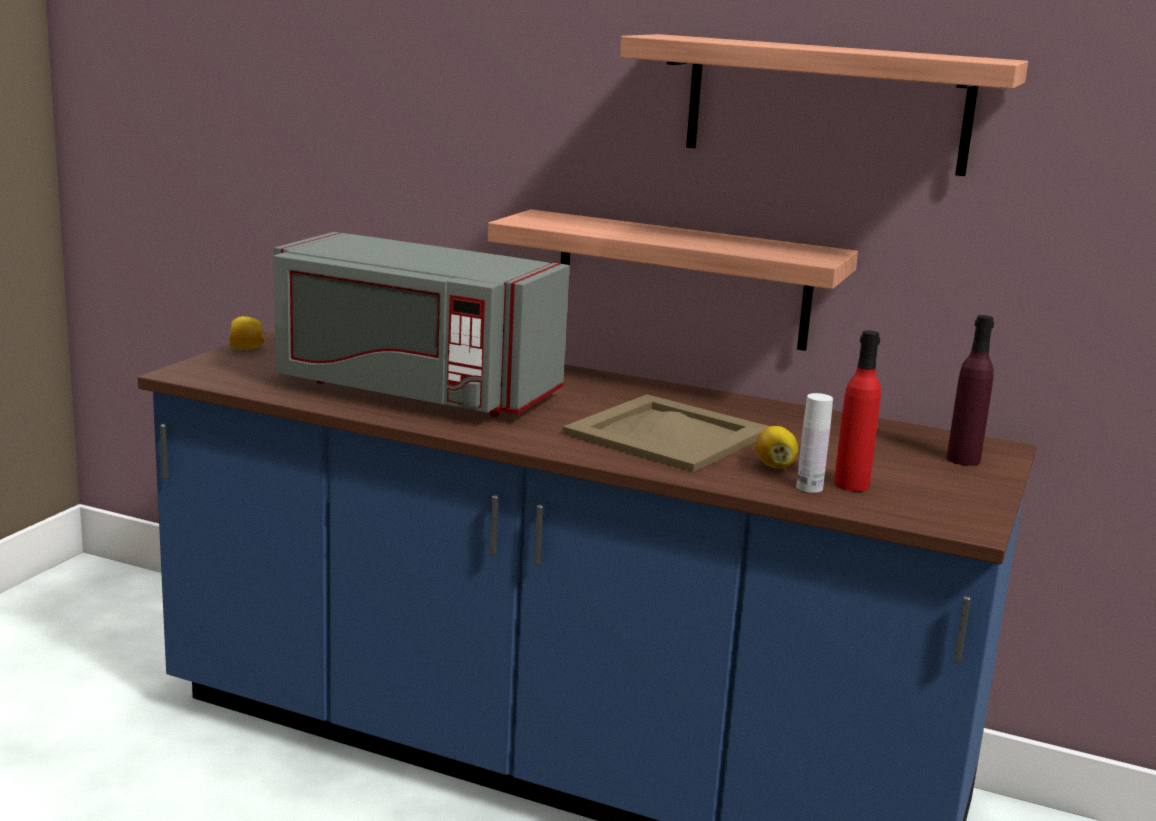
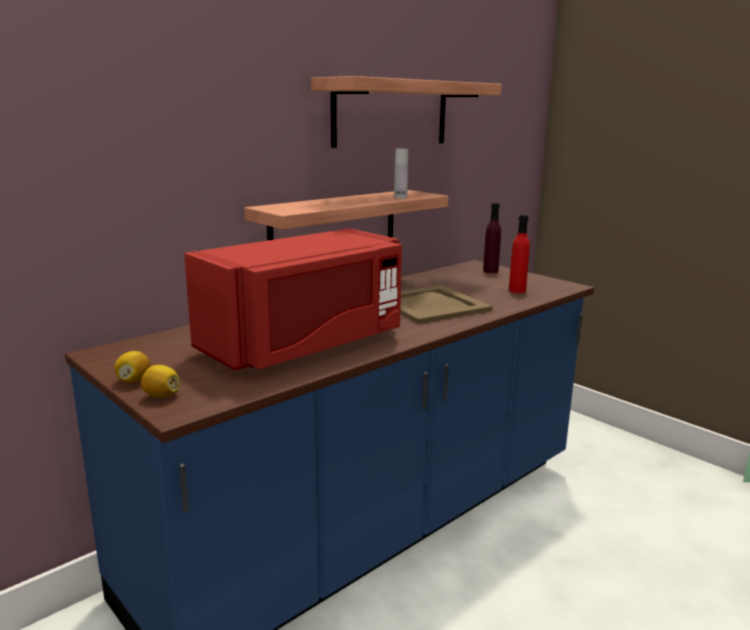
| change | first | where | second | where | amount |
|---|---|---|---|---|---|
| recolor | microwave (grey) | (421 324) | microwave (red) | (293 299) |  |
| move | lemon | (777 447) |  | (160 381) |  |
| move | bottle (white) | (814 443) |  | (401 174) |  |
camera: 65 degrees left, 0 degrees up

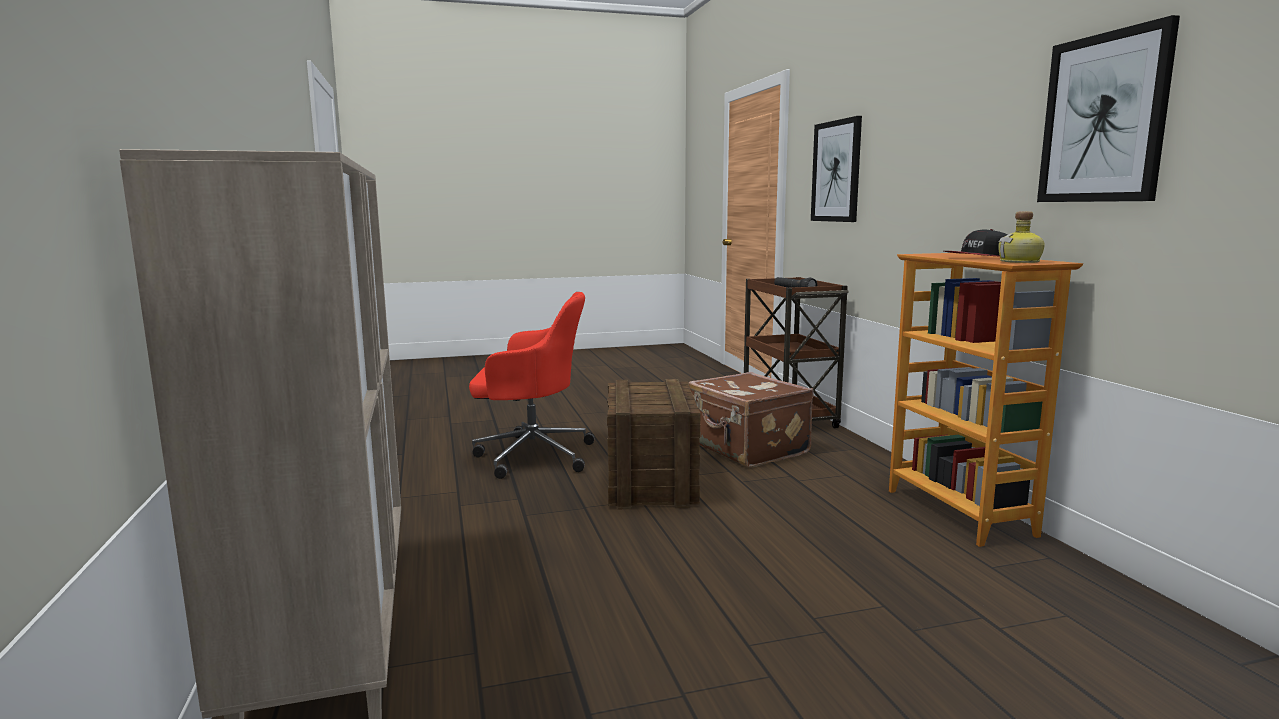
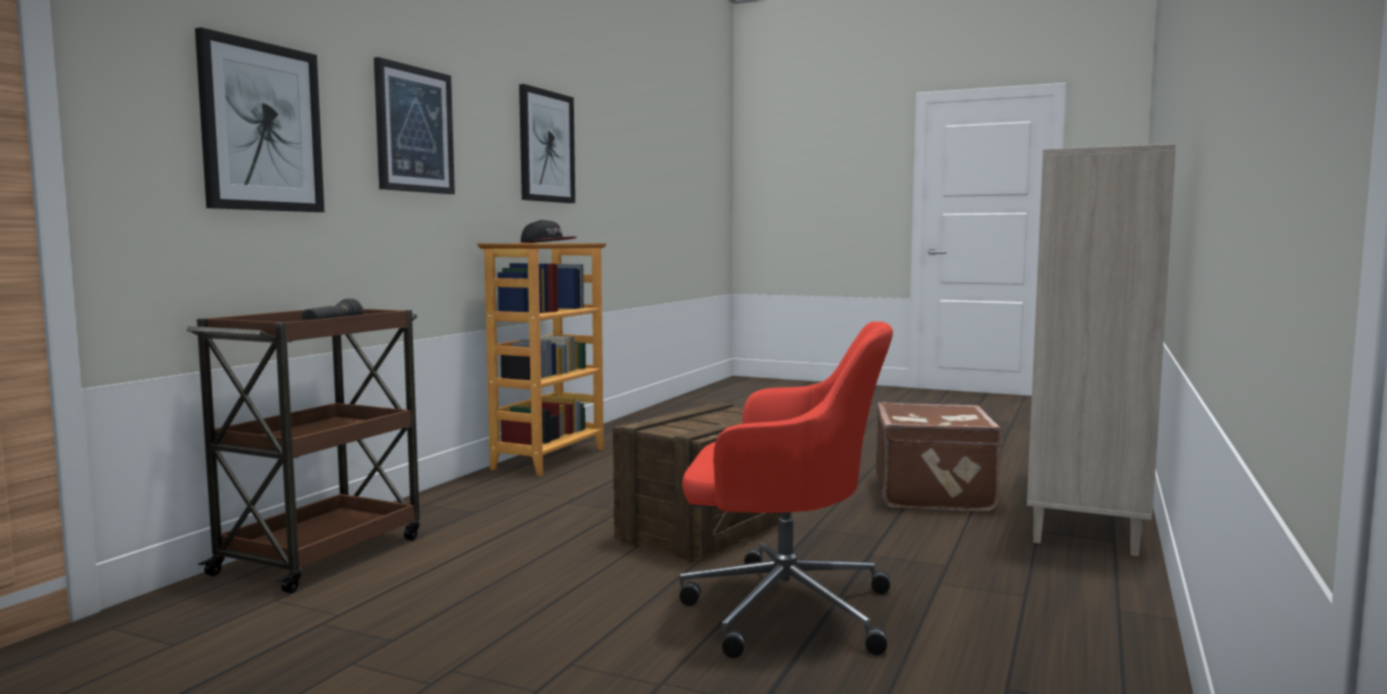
| change | first | where | second | where | amount |
|---|---|---|---|---|---|
| rotate | office chair (red) | (532 385) |  | (786 489) | 150 degrees clockwise |
| move | suitcase (brown) | (751 420) |  | (939 457) |  |
| delete | bottle | (1021 237) |  |  |  |
| insert |  |  | picture | (414 125) |  |
camera: 140 degrees left, 5 degrees down

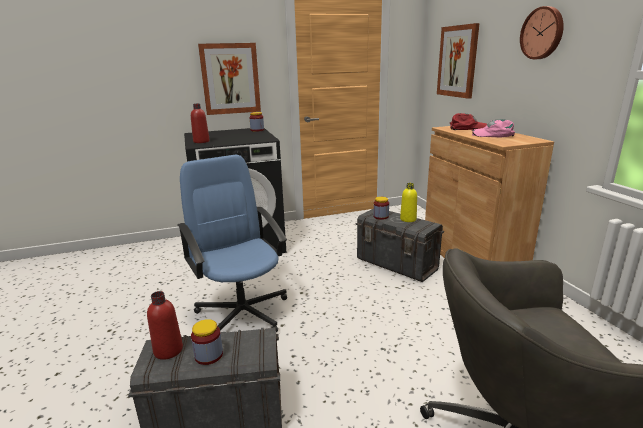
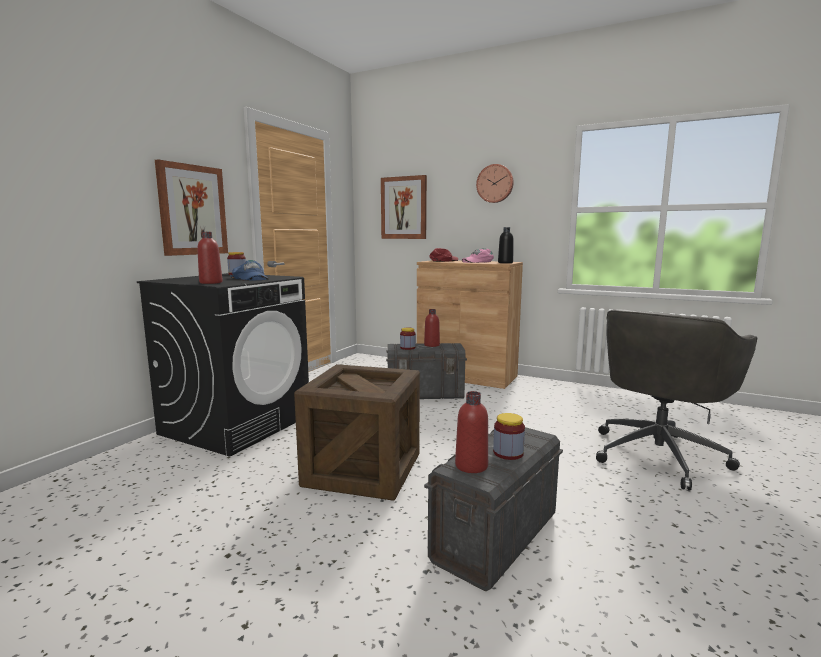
| change | first | where | second | where | amount |
|---|---|---|---|---|---|
| replace | office chair (blue) | (232 243) | crate | (357 432) |  |
| recolor | bottle (yellow) | (408 202) | bottle (red) | (432 328) |  |
| insert |  |  | cap (blue) | (249 270) |  |
| insert |  |  | bottle (black) | (505 245) |  |
camera: 45 degrees left, 10 degrees down

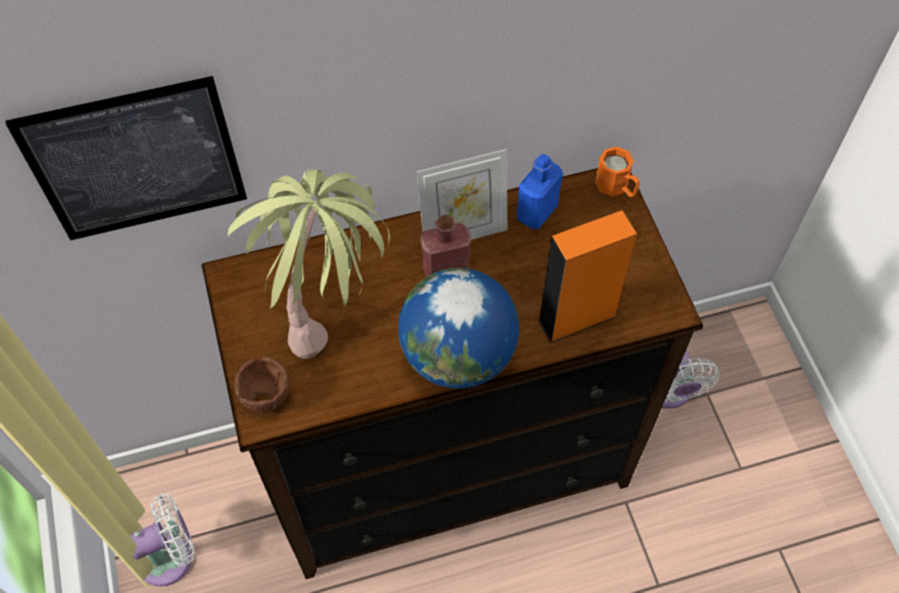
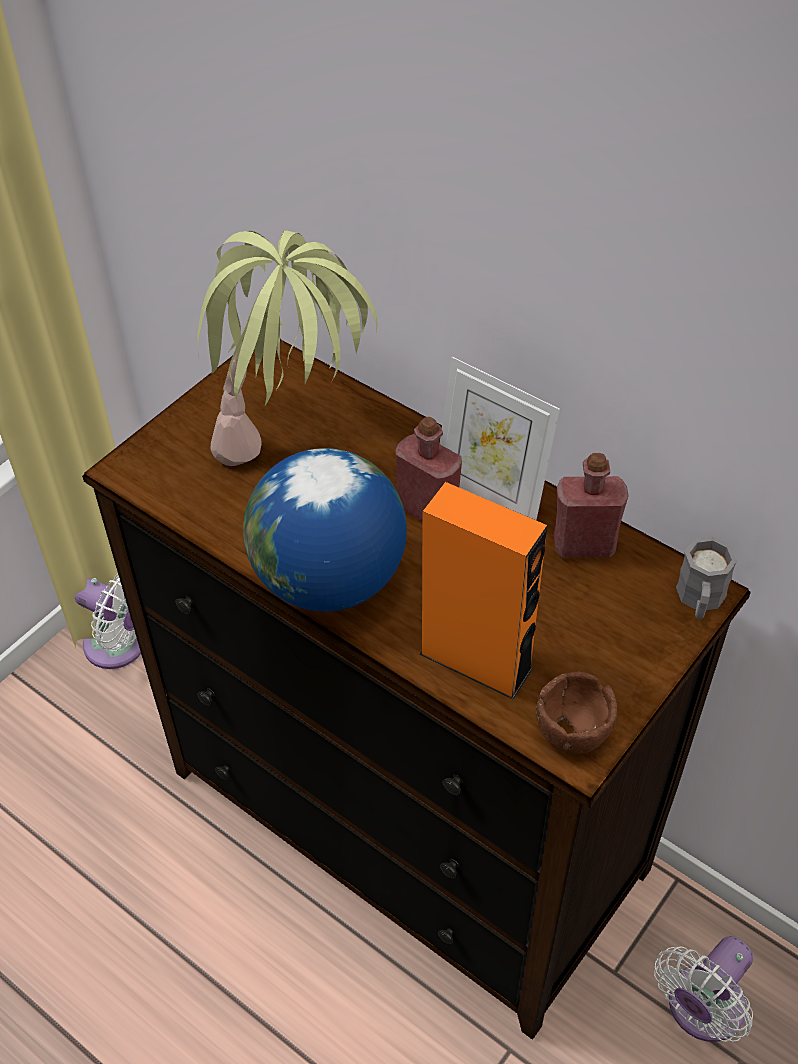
| change | first | where | second | where | amount |
|---|---|---|---|---|---|
| delete | picture | (126 158) |  |  |  |
| move | bowl (brown) | (262 385) |  | (576 713) |  |
| recolor | bottle (blue) | (540 191) | bottle (red) | (591 505) |  |
| recolor | mug (orange) | (617 172) | mug (grey) | (706 578) |  |
camera: 55 degrees right, 10 degrees down

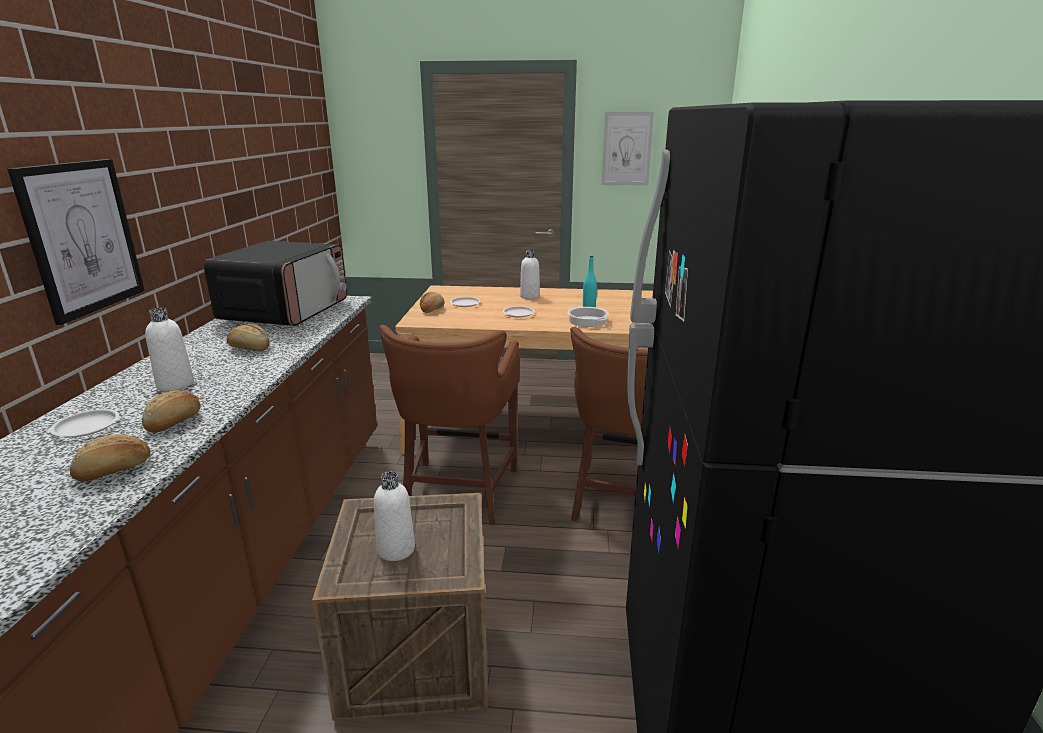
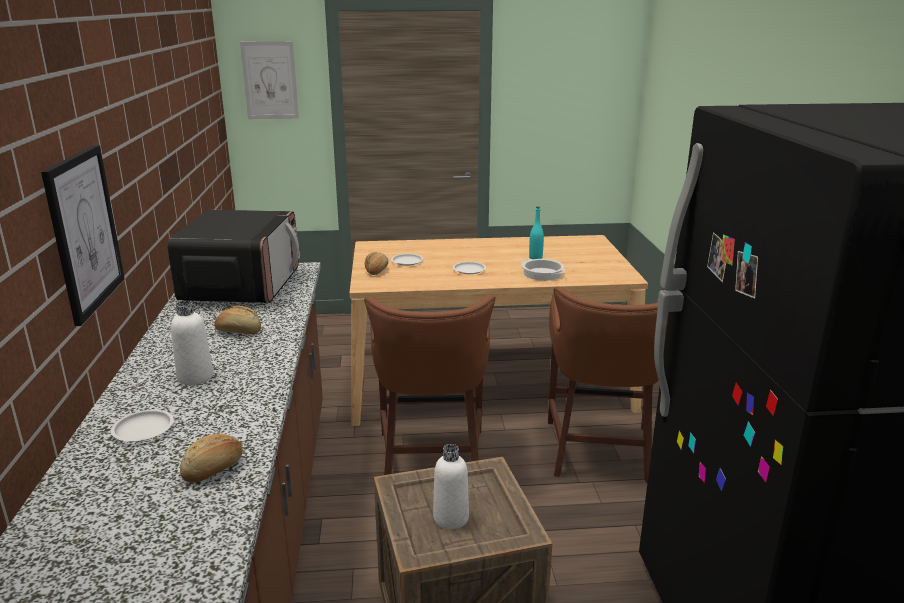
| change | first | where | second | where | amount |
|---|---|---|---|---|---|
| delete | bread | (171 412) |  |  |  |
| delete | bottle (white) | (530 274) |  |  |  |
| move | picture | (628 149) |  | (269 80) |  |
camera: 10 degrees left, 0 degrees up

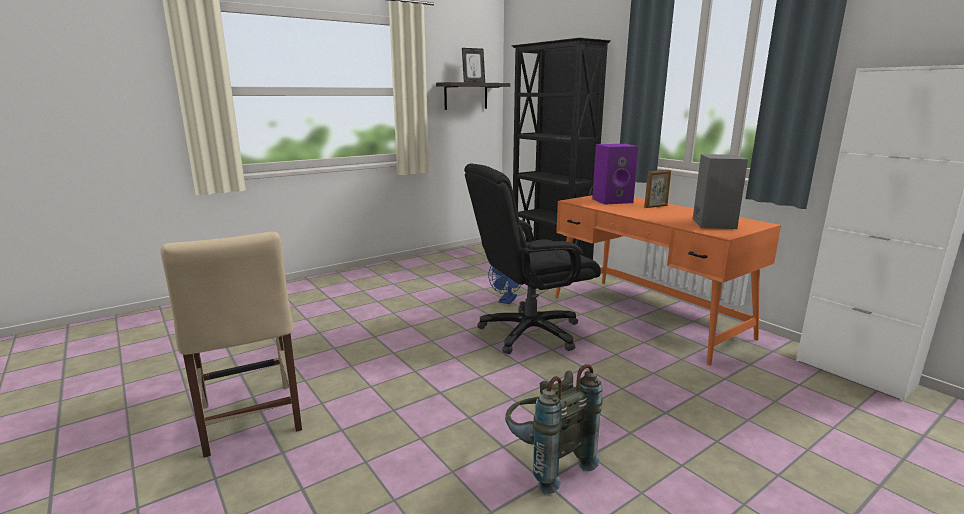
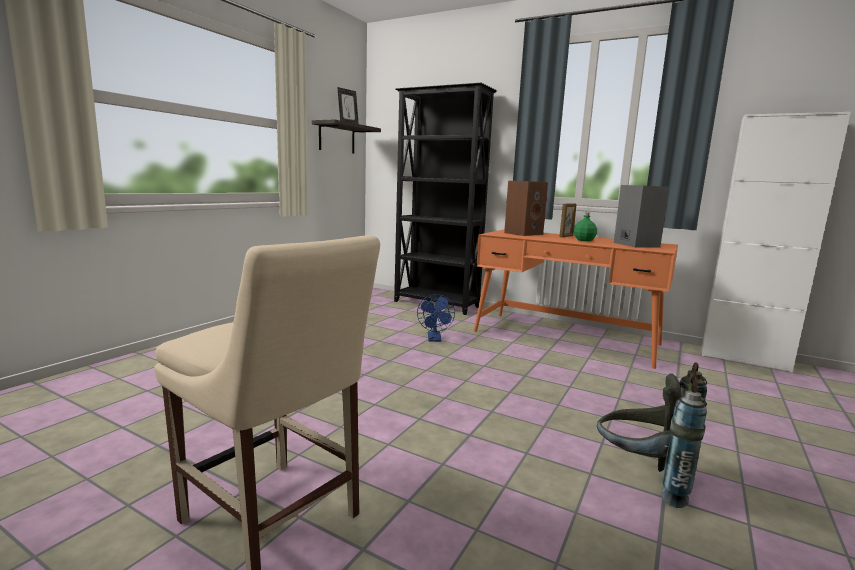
| change | first | where | second | where | amount |
|---|---|---|---|---|---|
| delete | office chair (black) | (532 259) |  |  |  |
| recolor | speaker (purple) | (615 174) | speaker (brown) | (526 208) |  |
| insert |  |  | bottle (green) | (585 226) |  |
camera: 25 degrees left, 5 degrees down

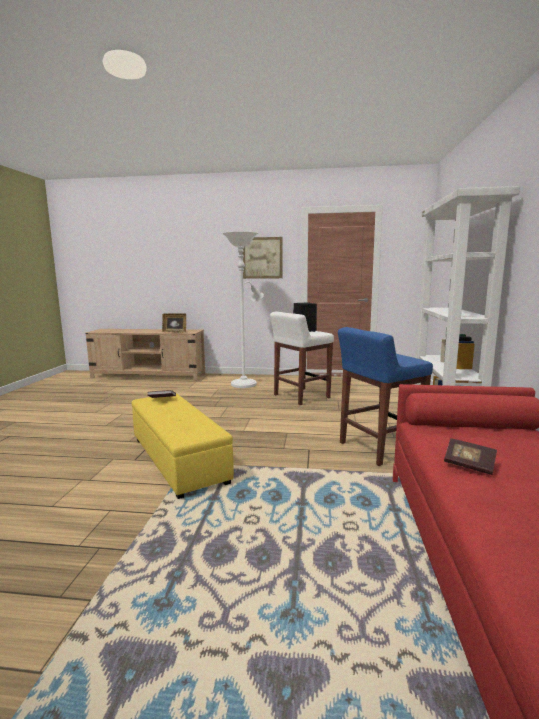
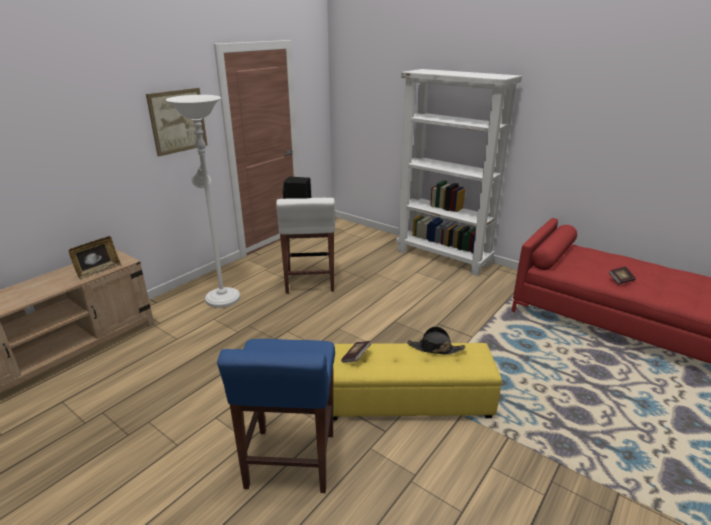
| change | first | where | second | where | amount |
|---|---|---|---|---|---|
| move | stool (blue) | (385 396) |  | (276 416) |  |
| insert |  |  | hat (black) | (436 340) |  |
camera: 60 degrees left, 15 degrees up

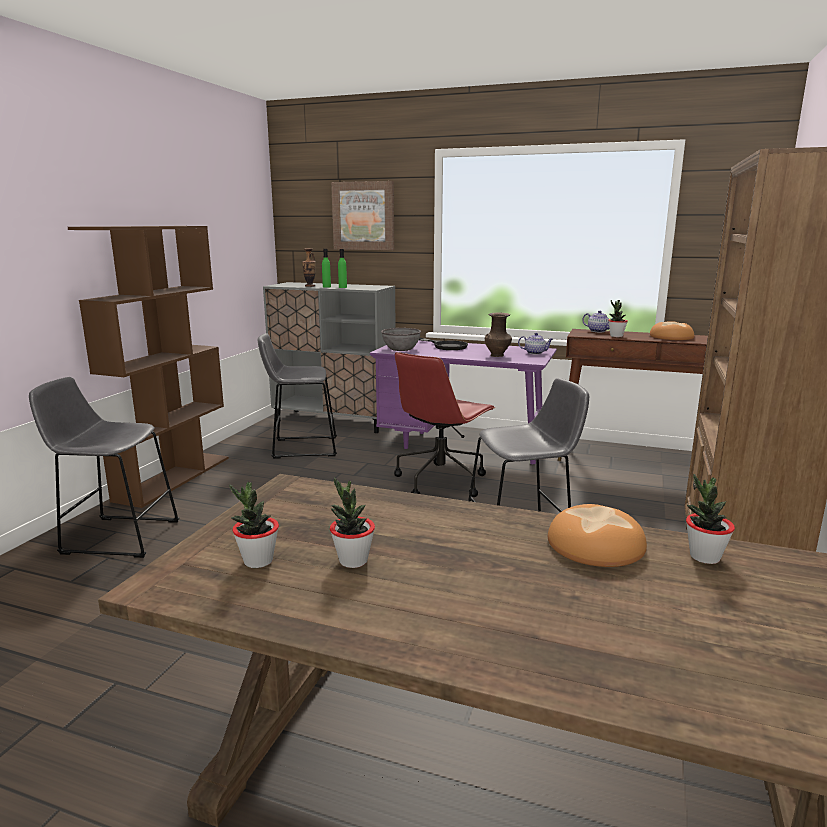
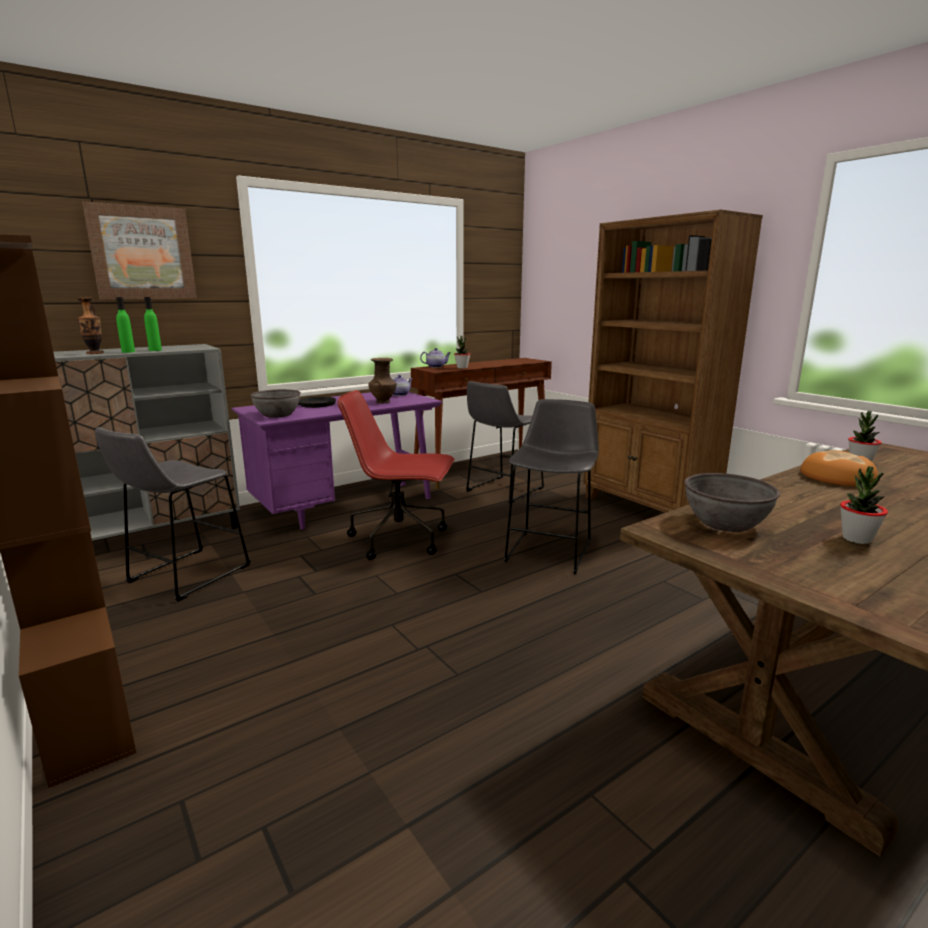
| change | first | where | second | where | amount |
|---|---|---|---|---|---|
| move | stool (grey) | (104 467) |  | (505 442) |  |
| delete | potted plant | (254 525) |  |  |  |
| rotate | office chair (red) | (444 424) |  | (396 475) | 120 degrees clockwise |
| delete | bread | (672 330) |  |  |  |
| insert |  |  | bowl (grey) | (732 502) |  |
camera: 55 degrees left, 0 degrees up

